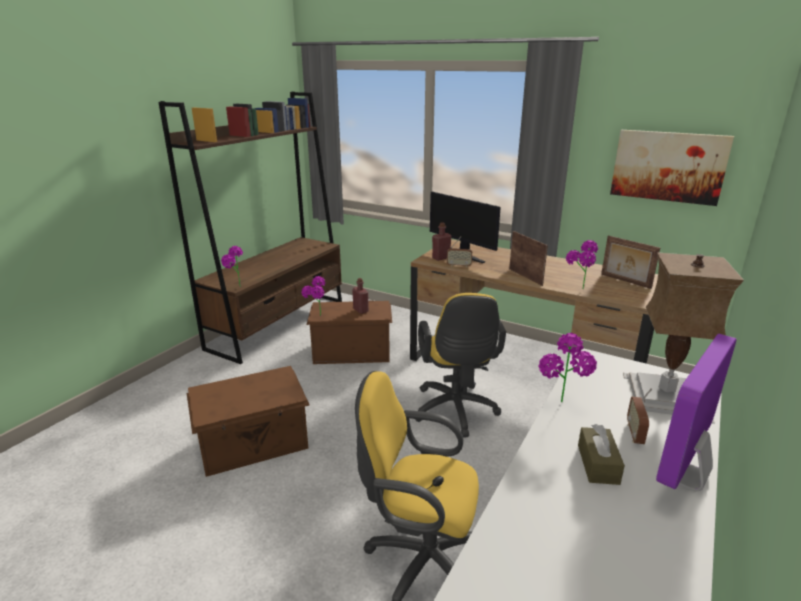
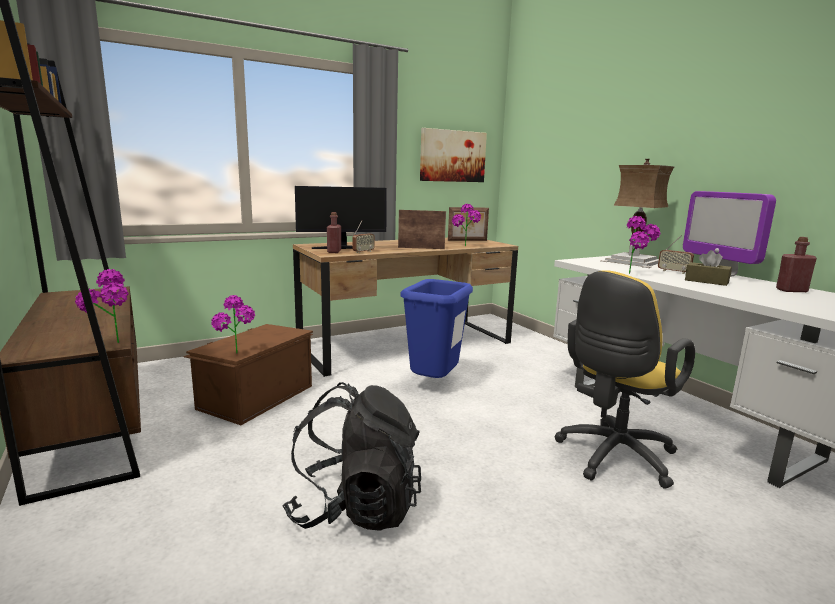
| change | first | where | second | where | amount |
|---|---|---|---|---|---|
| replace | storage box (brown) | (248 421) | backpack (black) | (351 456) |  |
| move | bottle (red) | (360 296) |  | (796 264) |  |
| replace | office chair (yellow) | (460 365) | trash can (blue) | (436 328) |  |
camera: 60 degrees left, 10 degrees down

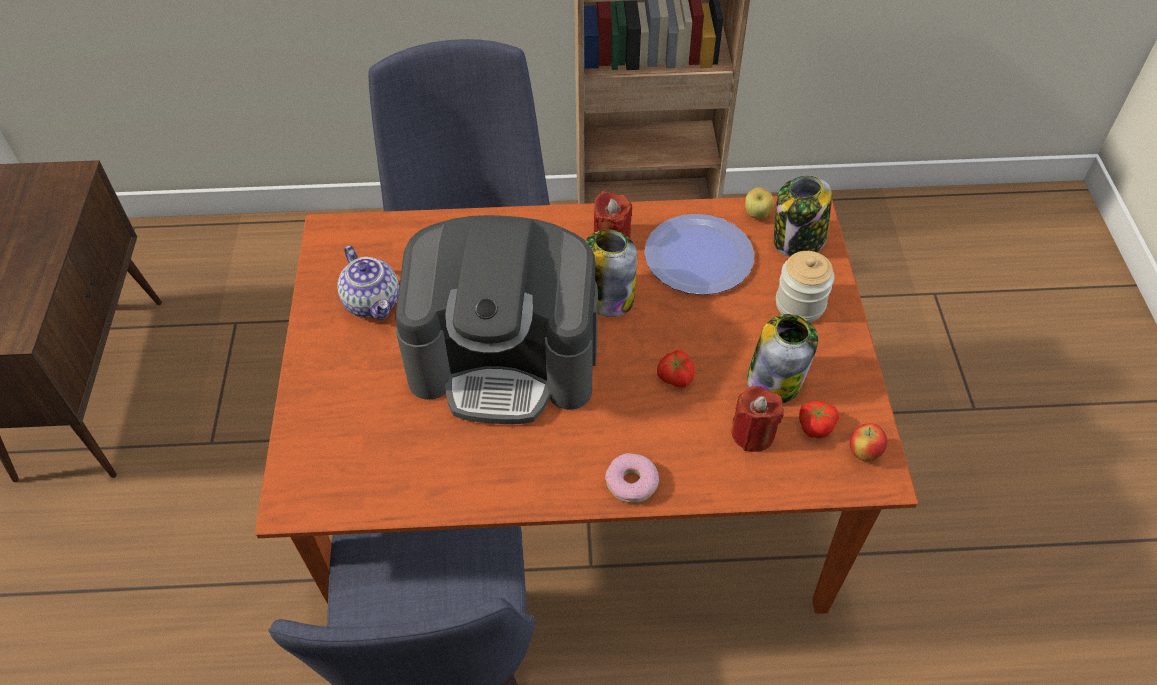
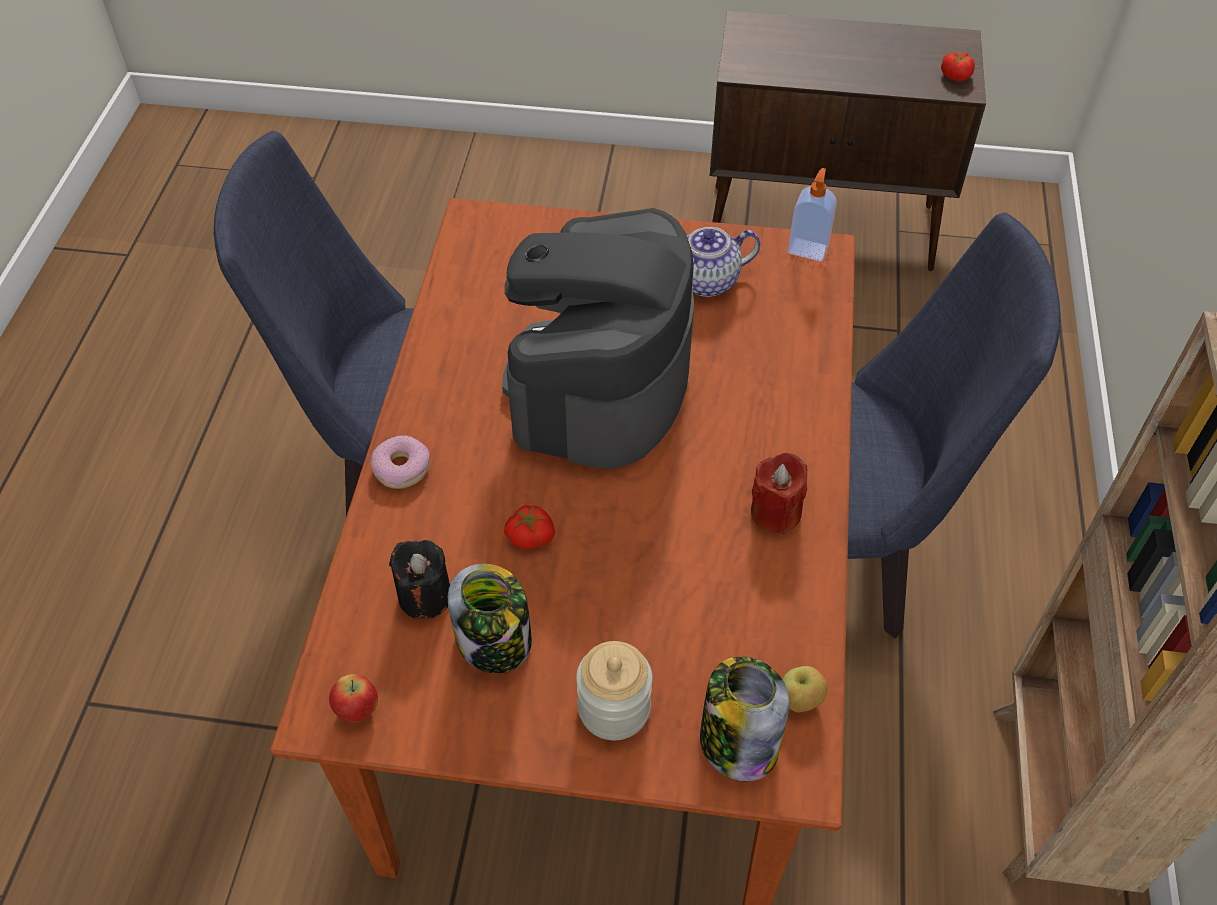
| change | first | where | second | where | amount |
|---|---|---|---|---|---|
| delete | jar | (611 273) |  |  |  |
| delete | plate | (699 254) |  |  |  |
| recolor | candle (red) | (757 419) | candle (black) | (419 580) |  |
| move | tomato | (819 420) |  | (958 67) |  |
| insert |  |  | soap dispenser | (812 214) |  |
camera: 100 degrees right, 0 degrees up

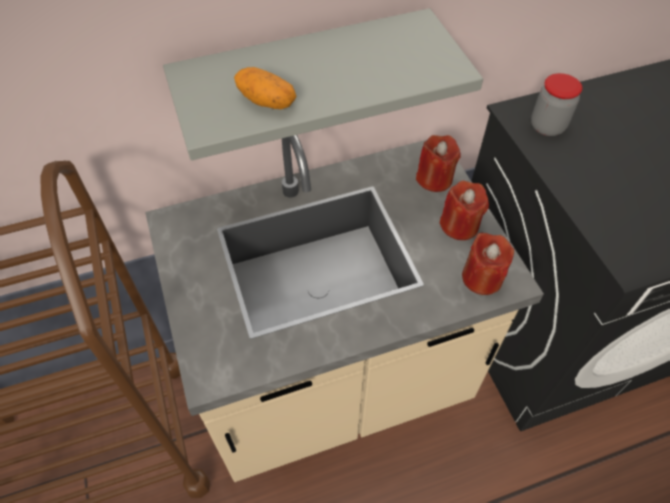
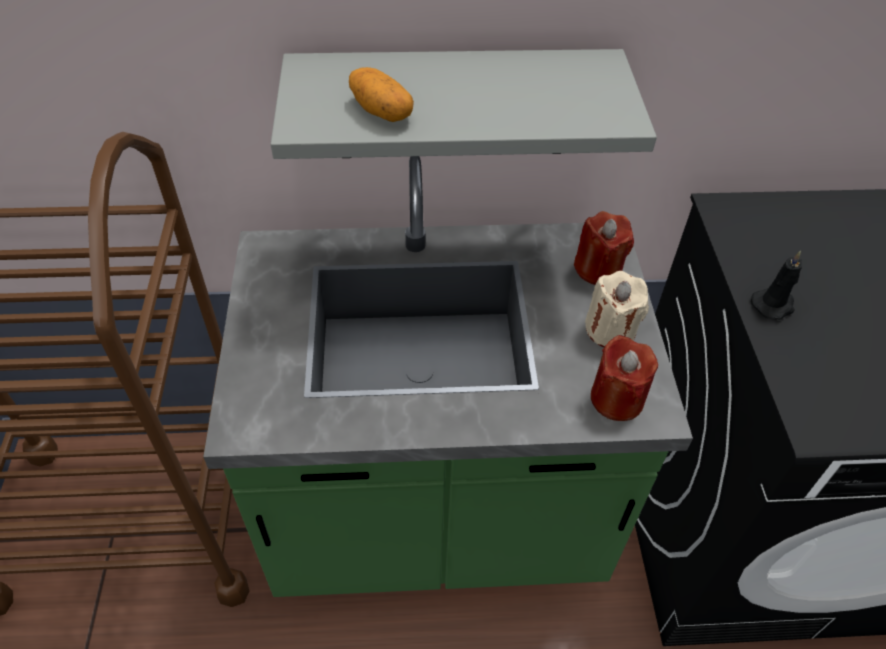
| change | first | where | second | where | amount |
|---|---|---|---|---|---|
| recolor | counter (beige) | (344 308) | counter (green) | (448 376) |  |
| recolor | candle (red) | (464 210) | candle (beige) | (617 309) |  |
| delete | jar | (556 104) |  |  |  |
| insert |  |  | candle (black) | (776 285) |  |
camera: 15 degrees right, 5 degrees down

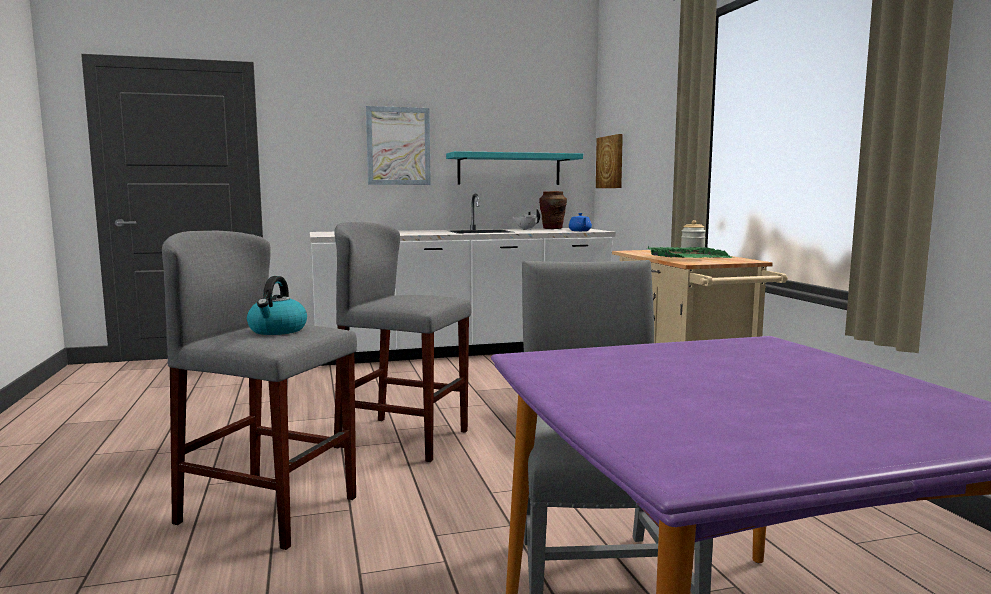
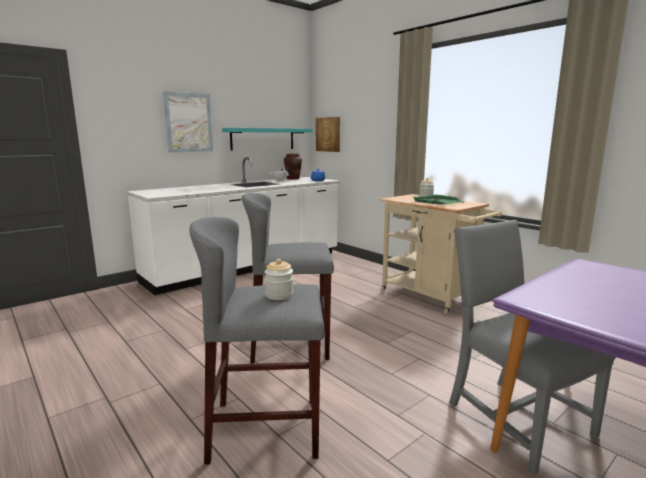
| change | first | where | second | where | amount |
|---|---|---|---|---|---|
| replace | kettle | (277 305) | jar | (279 279) |  |
camera: 25 degrees left, 5 degrees up

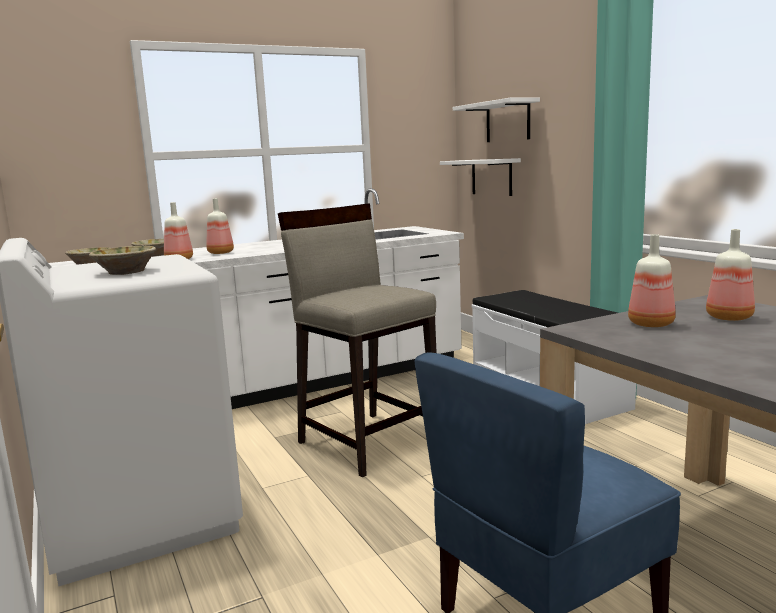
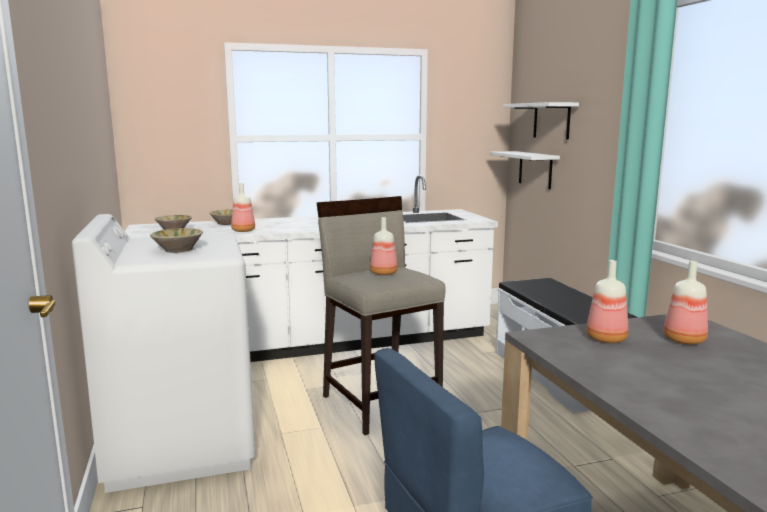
| change | first | where | second | where | amount |
|---|---|---|---|---|---|
| move | bottle | (220 226) |  | (384 246) |  |
camera: 10 degrees right, 0 degrees up

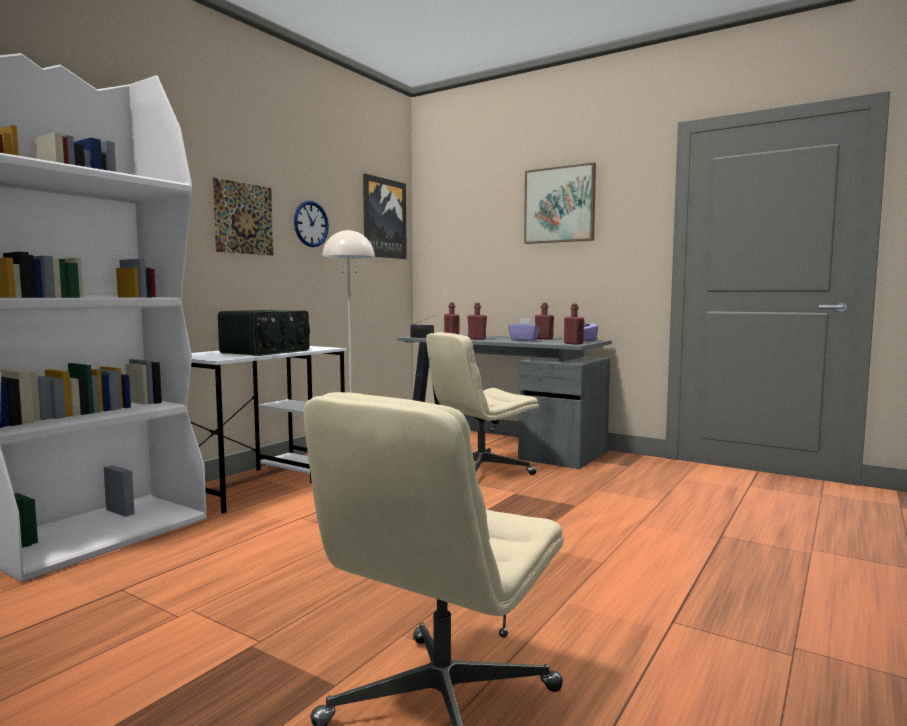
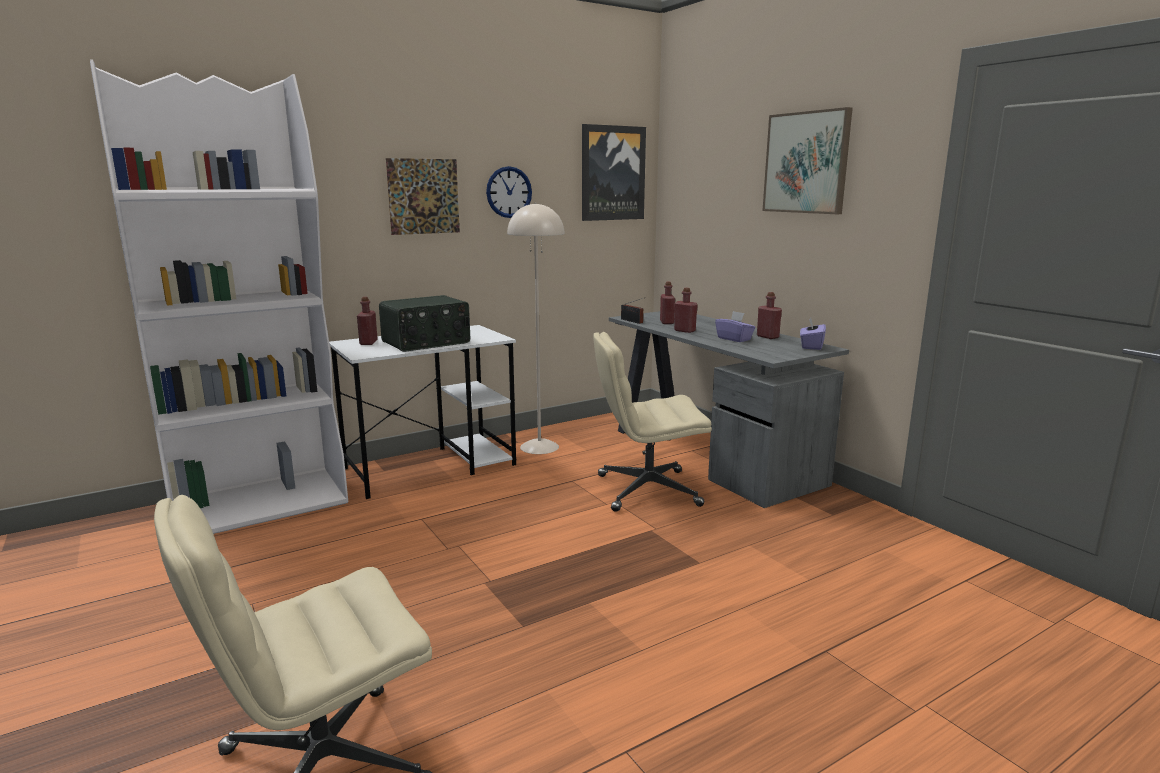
| change | first | where | second | where | amount |
|---|---|---|---|---|---|
| move | bottle (red) | (574 324) |  | (367 321) |  |
camera: 25 degrees right, 10 degrees up

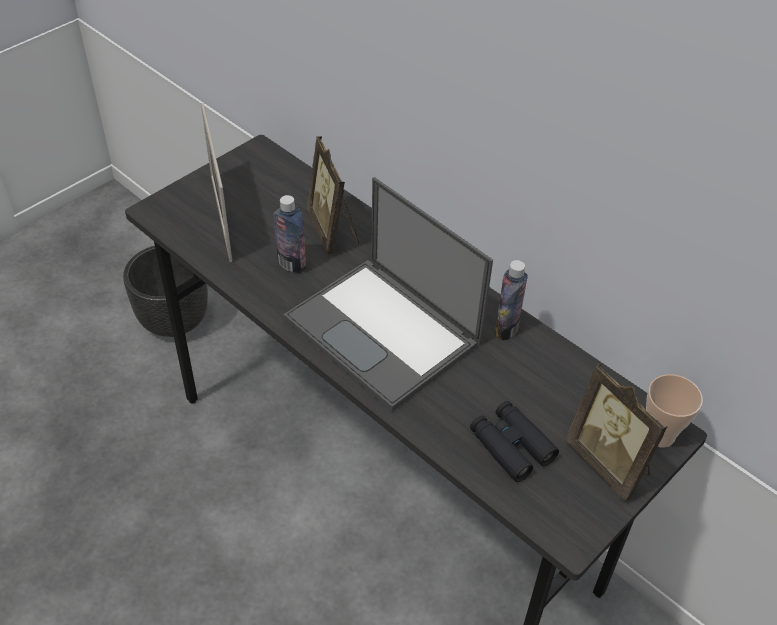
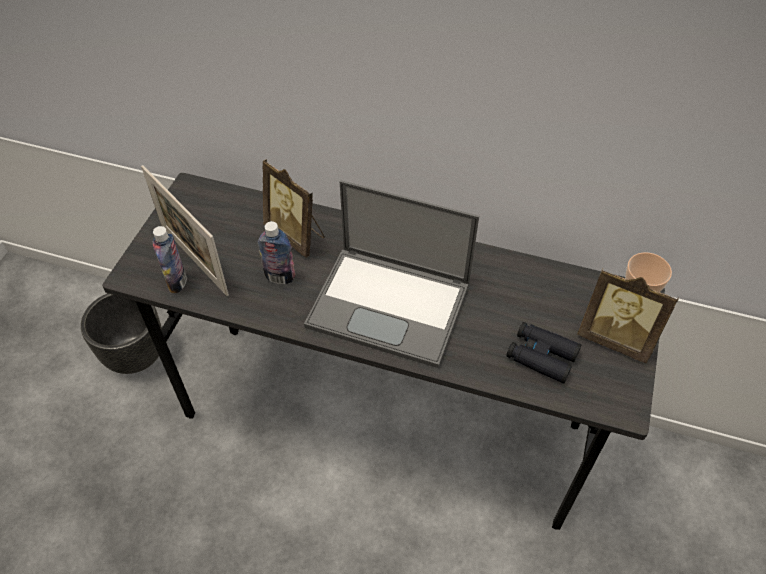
| change | first | where | second | where | amount |
|---|---|---|---|---|---|
| move | bottle | (511 300) |  | (170 259) |  |
camera: 25 degrees left, 5 degrees up

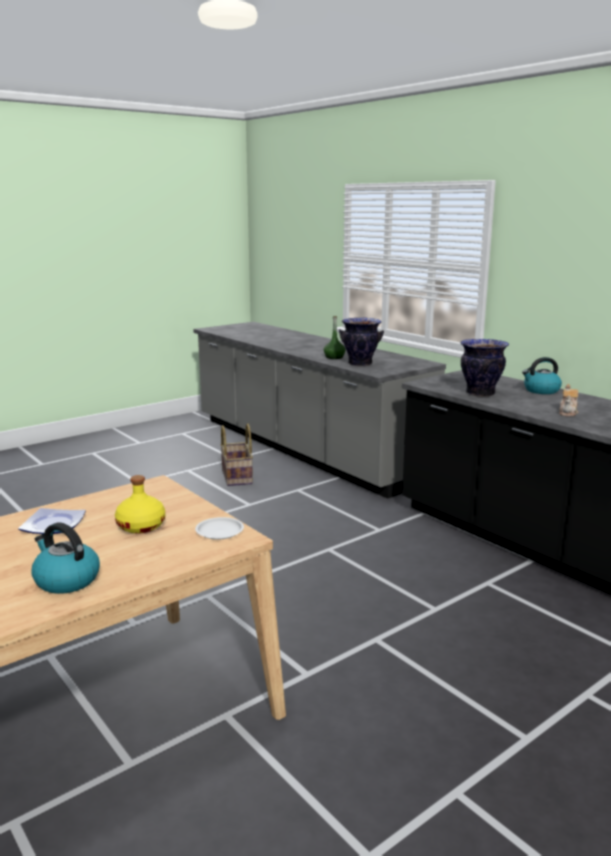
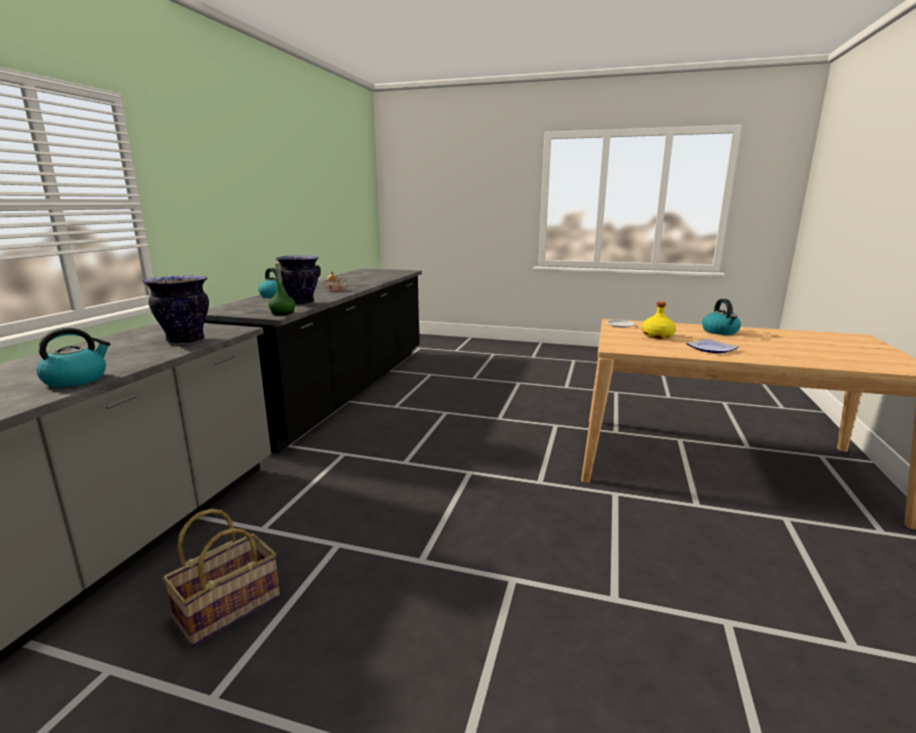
| change | first | where | second | where | amount |
|---|---|---|---|---|---|
| move | bottle (green) | (335 337) |  | (282 289) |  |
| insert |  |  | kettle | (73 357) |  |
camera: 125 degrees left, 0 degrees up

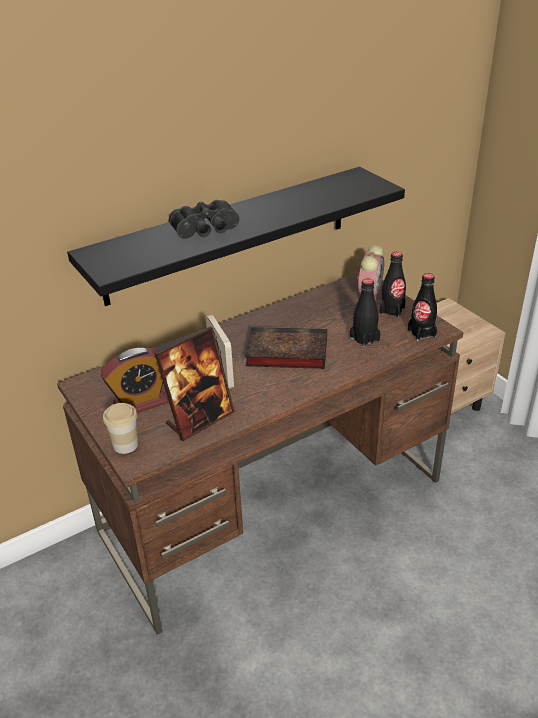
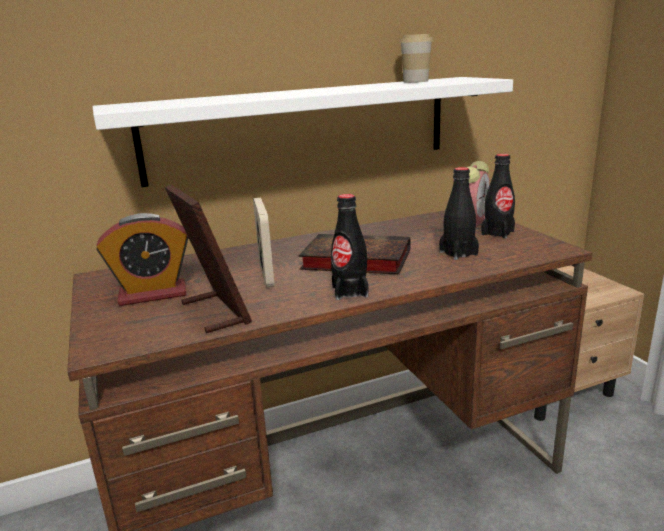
| change | first | where | second | where | amount |
|---|---|---|---|---|---|
| recolor | shelf (black) | (236 236) | shelf (white) | (303 132) |  |
| move | cup | (120 428) |  | (416 58) |  |
| rotate | picture frame | (194 384) |  | (208 258) | 90 degrees counterclockwise |
| delete | binoculars (black) | (204 219) |  |  |  |
| move | bottle (black) | (422 307) |  | (350 247) |  |
camera: 10 degrees right, 15 degrees down

